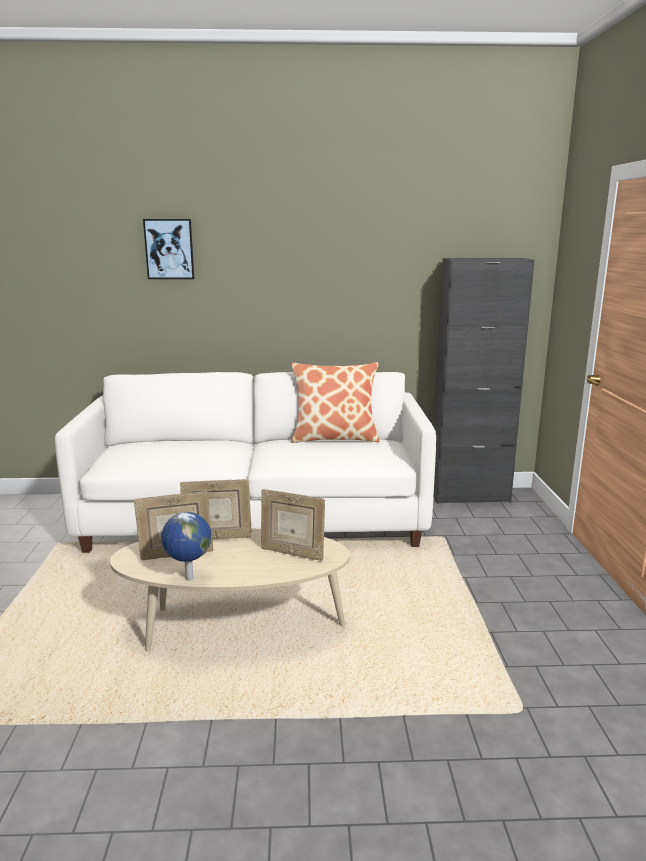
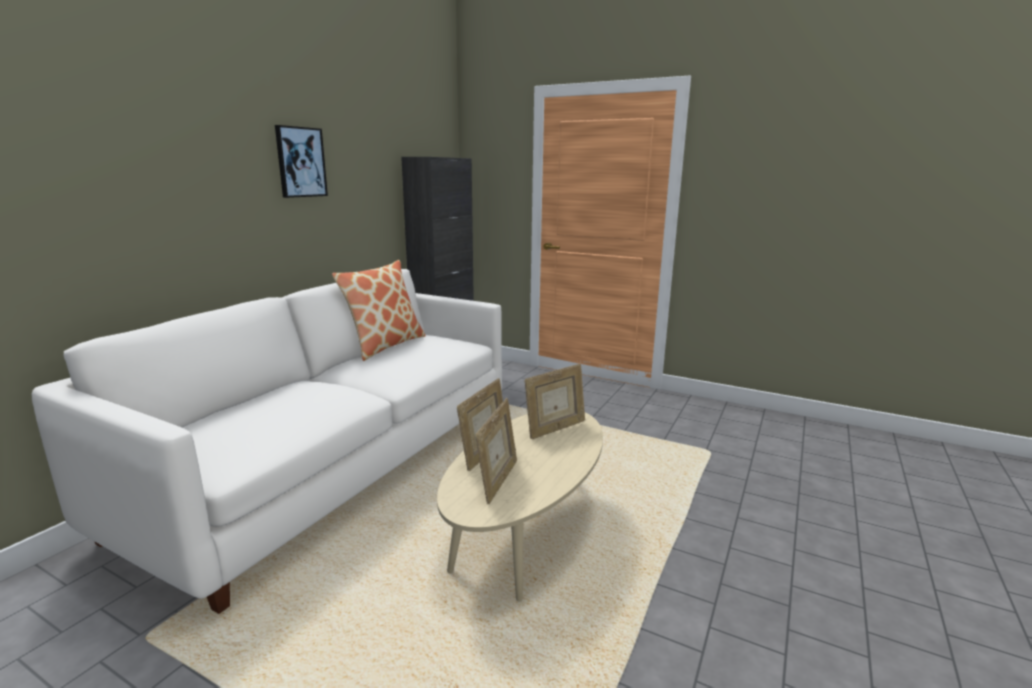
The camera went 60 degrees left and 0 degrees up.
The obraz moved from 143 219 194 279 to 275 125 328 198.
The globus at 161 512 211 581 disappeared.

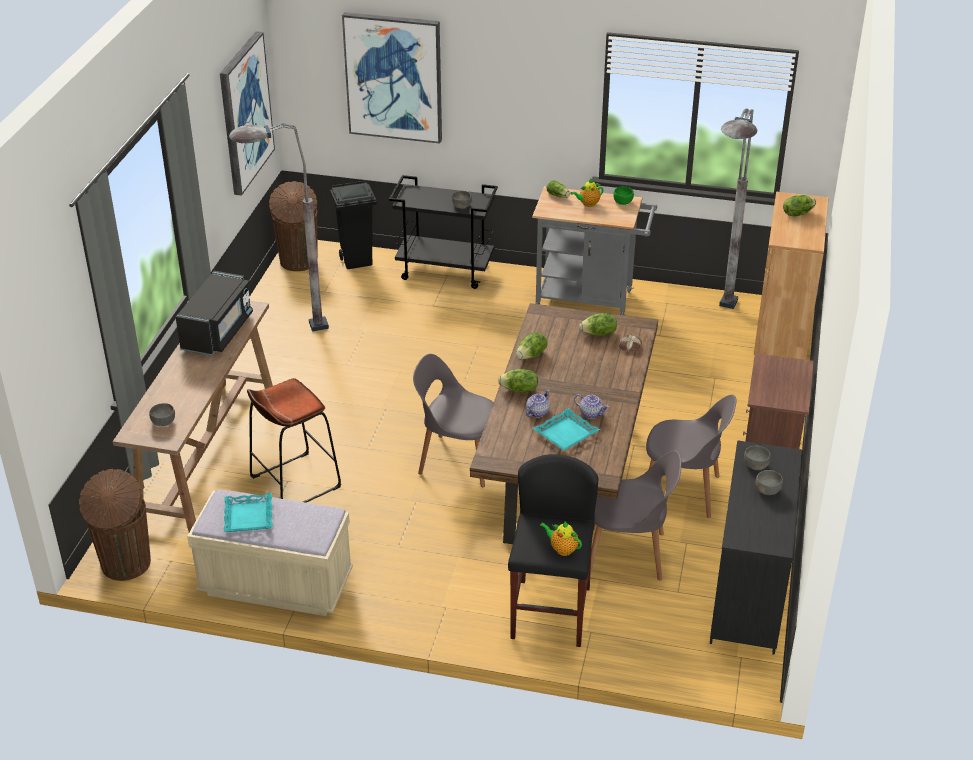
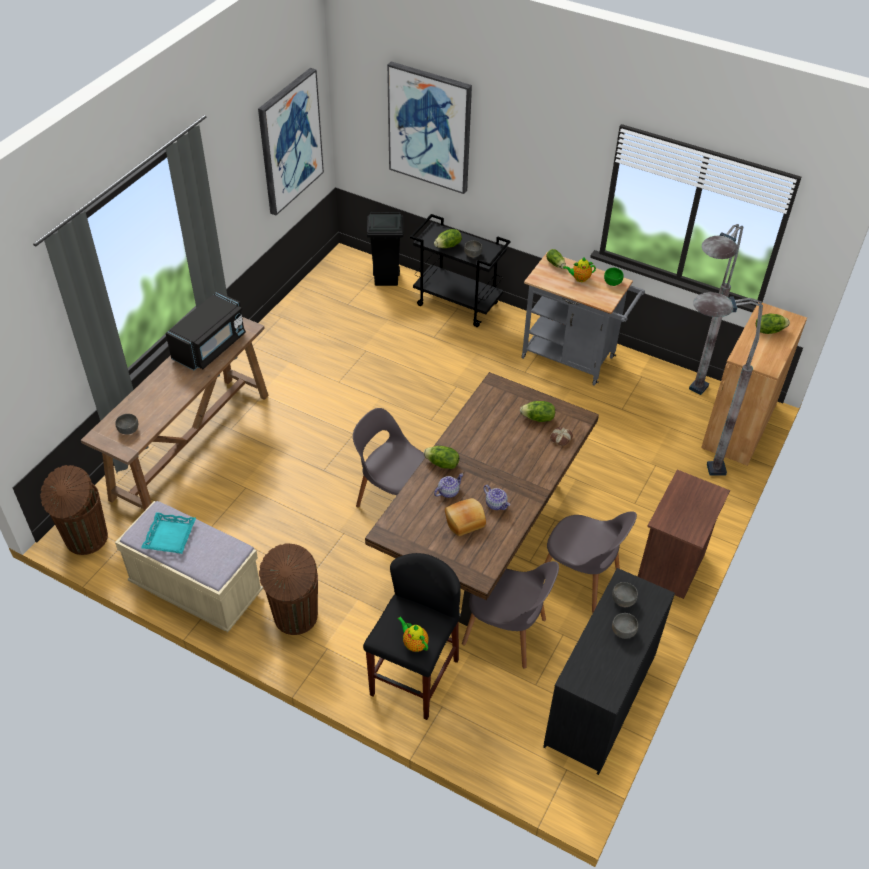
The camera went 15 degrees right and 10 degrees up.
The lampa stojąca [szary] moved from 229 123 329 332 to 693 292 763 476.
The stołek [brązowy] at 247 378 341 503 disappeared.
The kosz na śmieci [brązowy] moved from 269 181 317 271 to 259 543 318 635.
The sałata moved from 516 333 548 359 to 434 229 462 248.
The taca [turkusowy] at 533 408 600 451 was replaced by the chleb at 445 498 486 536.

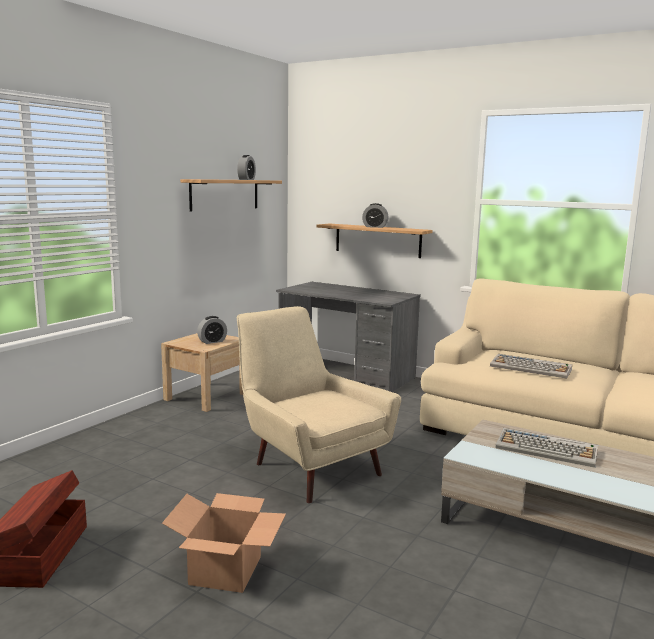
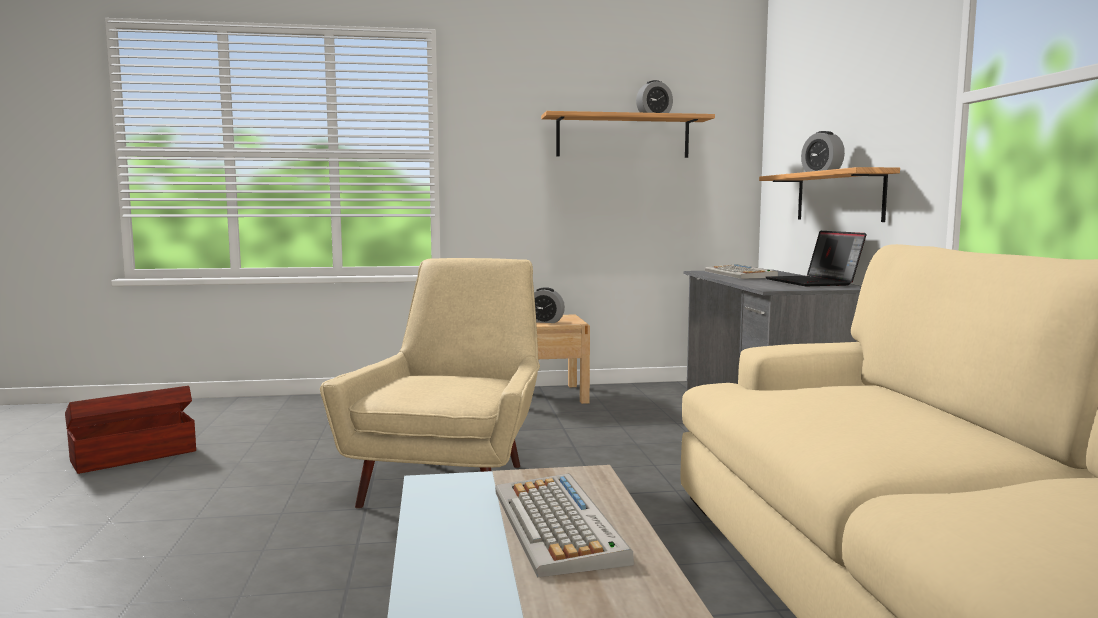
The camera went 50 degrees right and 5 degrees down.
The karton at 162 493 286 593 disappeared.
The klawiatura moved from 490 354 572 379 to 705 264 778 279.
The laptop at 766 231 867 286 appeared.

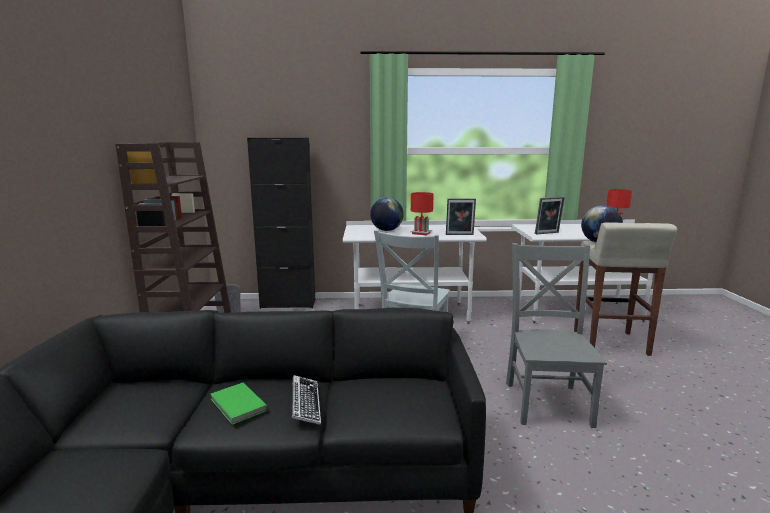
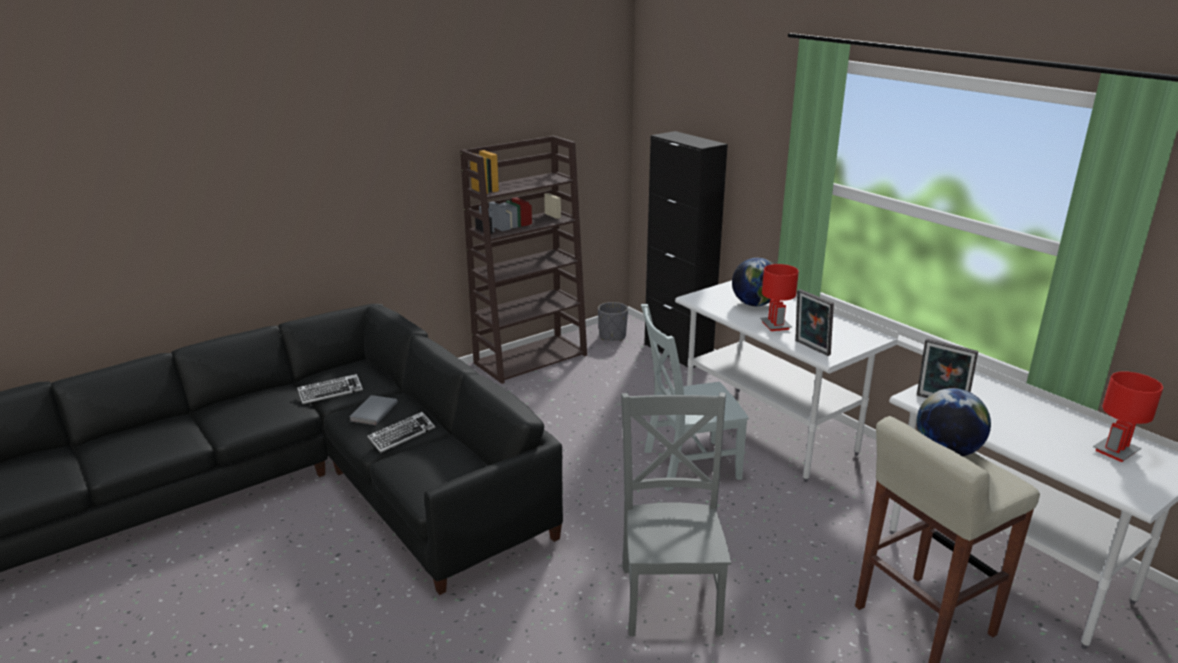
The camera went 55 degrees right and 10 degrees up.
The książka [zielony] at 211 383 268 425 became the książka [szary] at 349 395 398 425.
The krzesło [szary] at 506 243 607 428 turned 60 degrees counterclockwise.
The klawiatura at 297 374 363 404 appeared.

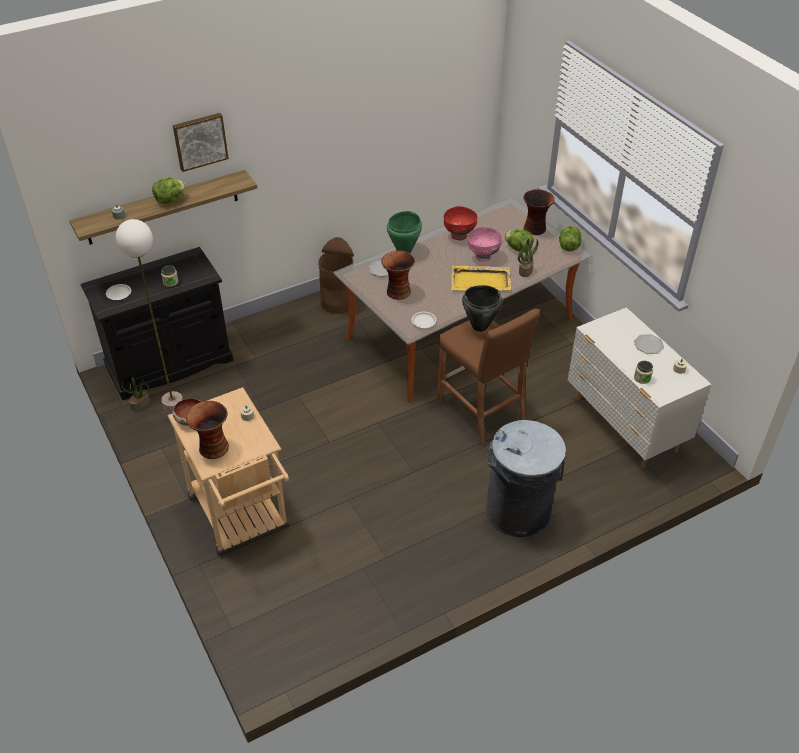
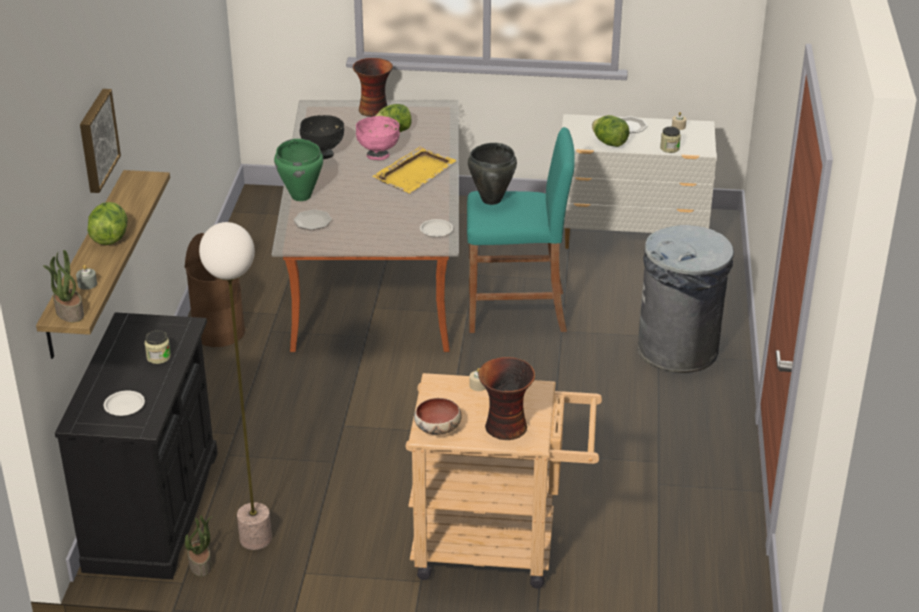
The camera went 55 degrees left and 10 degrees down.
The wazon at 381 250 415 300 disappeared.
The stołek [brązowy] at 437 308 540 446 became the stołek [turkusowy] at 467 127 575 333.
The miska [czerwony] at 443 206 478 240 became the miska [czarny] at 300 115 344 159.
The roślina doniczkowa moved from 518 238 538 277 to 43 250 84 322.
The sałata moved from 559 226 582 251 to 592 115 629 147.

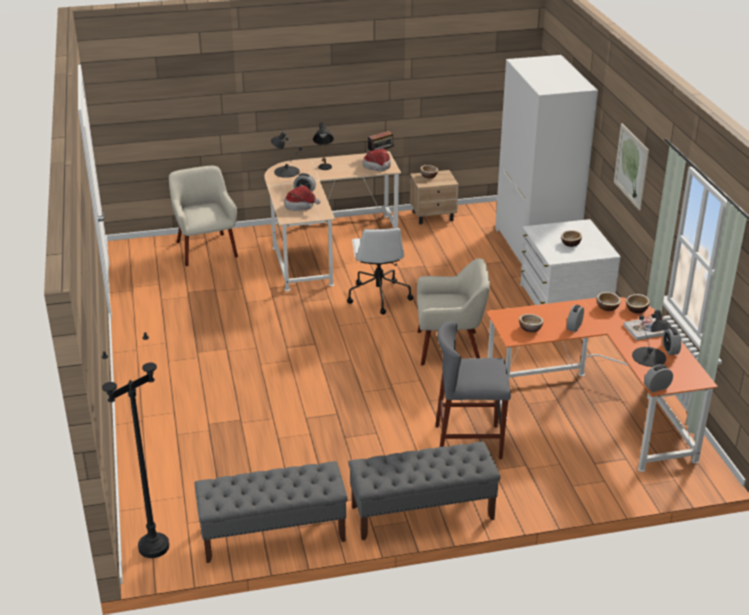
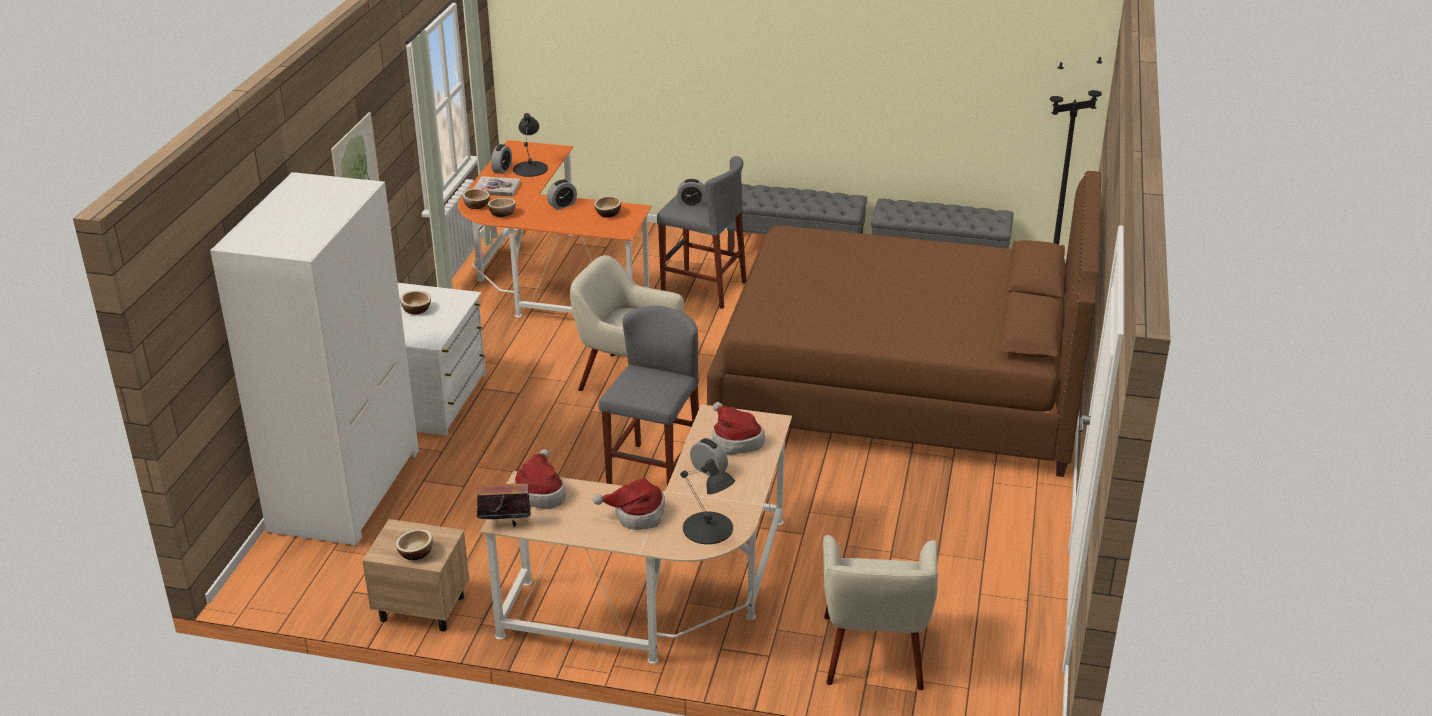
The camera went 155 degrees left and 0 degrees up.
The lampa stołowa [czarny] at 313 122 334 170 was replaced by the kapelusz at 593 478 665 530.
The krzesło biurowe [biały] at 347 227 413 314 was replaced by the stołek [szary] at 598 306 699 486.
The budzik moved from 644 364 673 392 to 677 179 706 207.
The łóżko [brązowy] at 707 171 1101 477 appeared.

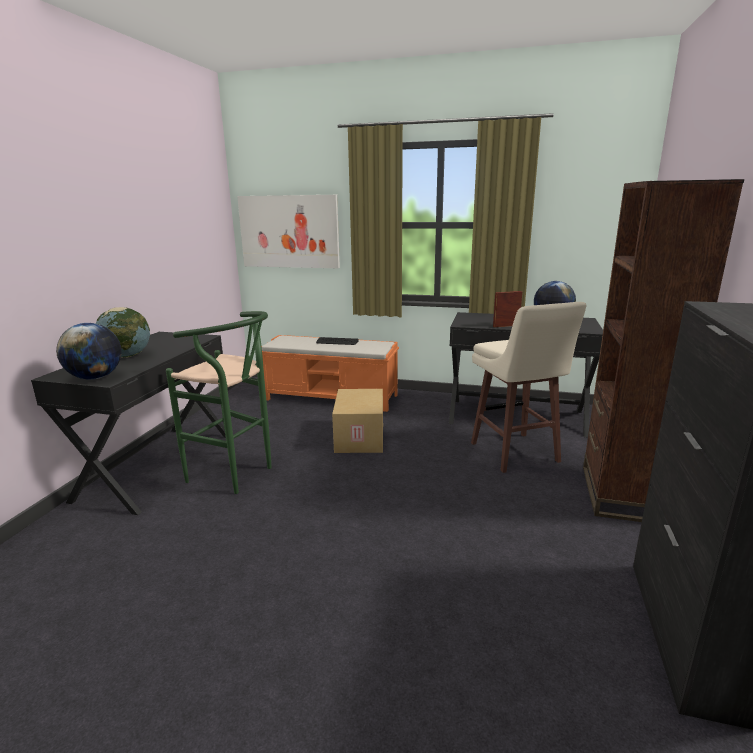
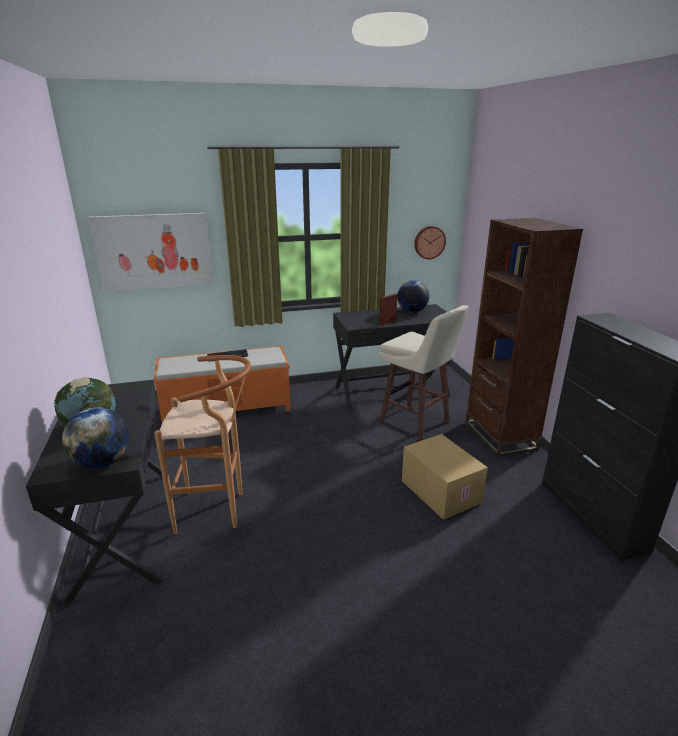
The camera went 30 degrees left and 5 degrees up.
The stołek [zielony] at 166 311 272 494 became the stołek [brązowy] at 154 355 251 535.
The karton moved from 332 389 383 453 to 402 434 488 520.
The zegar ścienny at 414 226 446 259 appeared.

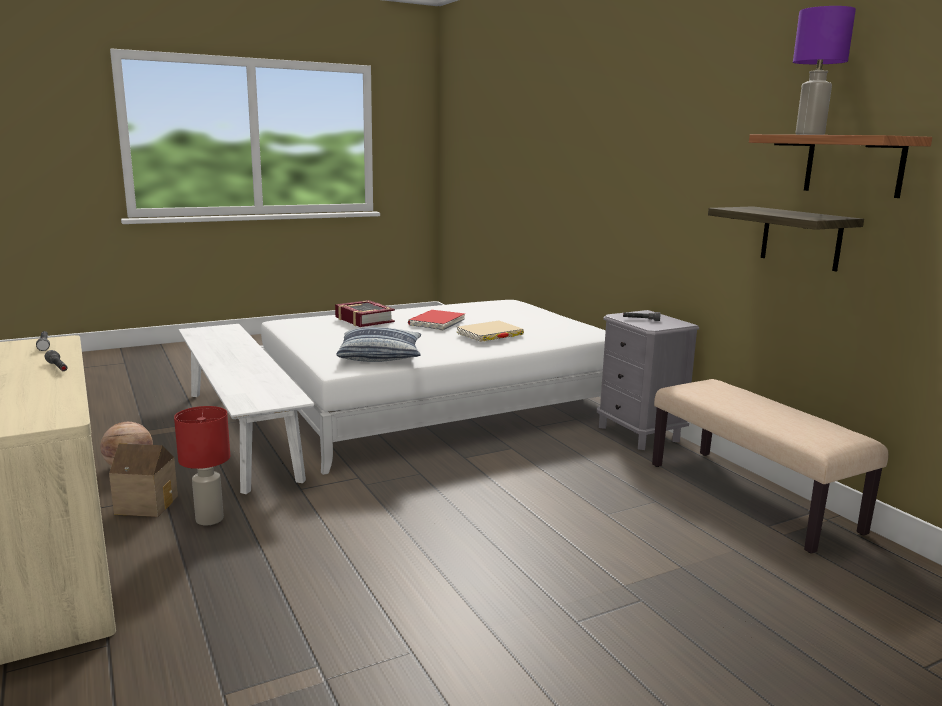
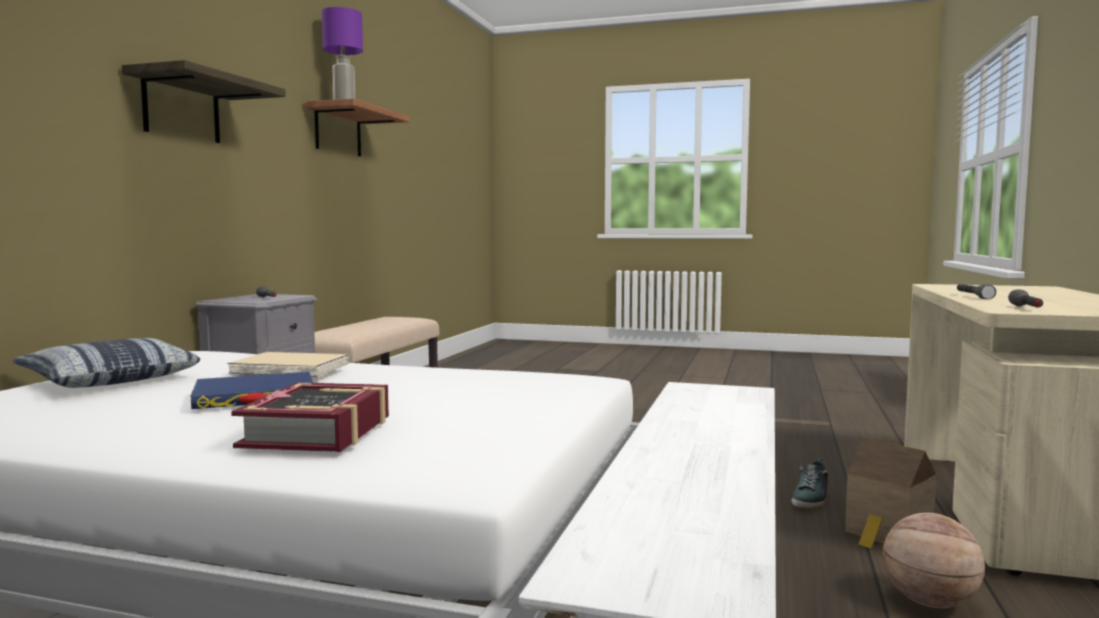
The camera went 135 degrees left and 10 degrees down.
The lampa stołowa [czerwony] at 174 406 230 525 was replaced by the but at 791 458 828 508.
The poduszka moved from 337 327 421 362 to 13 338 200 388.
The książka [czerwony] at 408 310 465 331 became the książka [niebieski] at 190 372 313 409.
The półka moved from 708 206 864 271 to 122 60 286 143.

